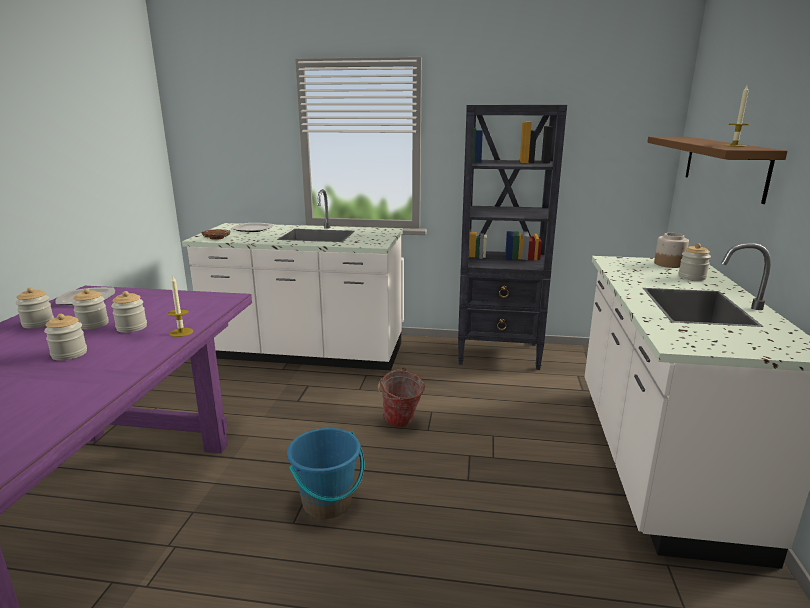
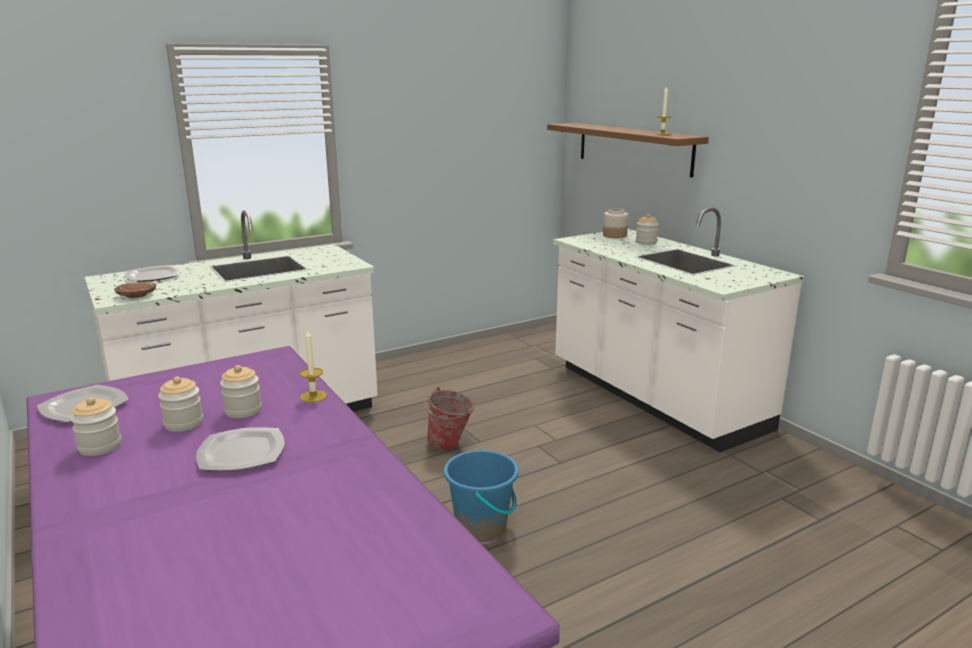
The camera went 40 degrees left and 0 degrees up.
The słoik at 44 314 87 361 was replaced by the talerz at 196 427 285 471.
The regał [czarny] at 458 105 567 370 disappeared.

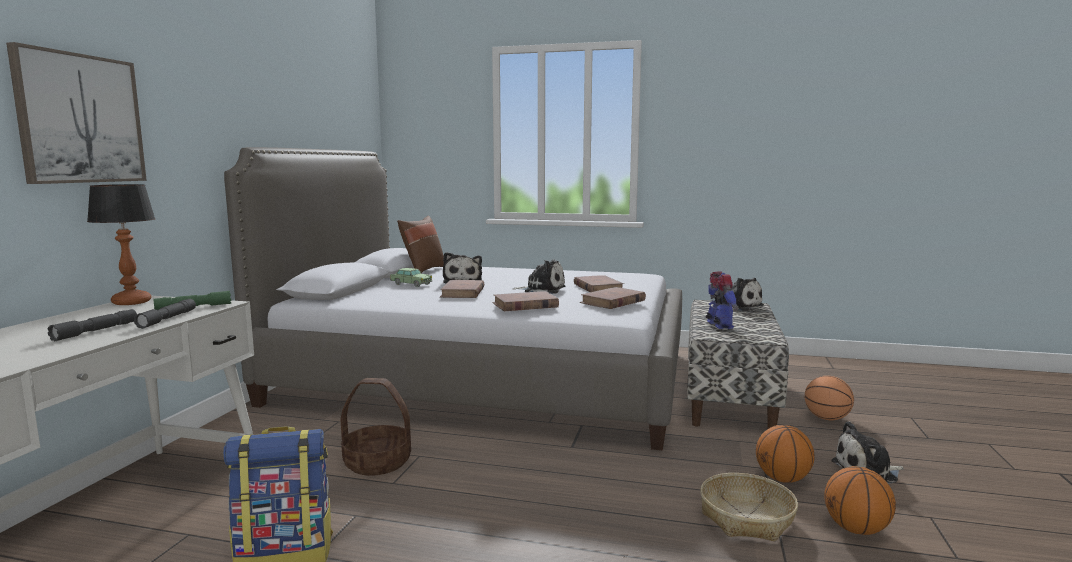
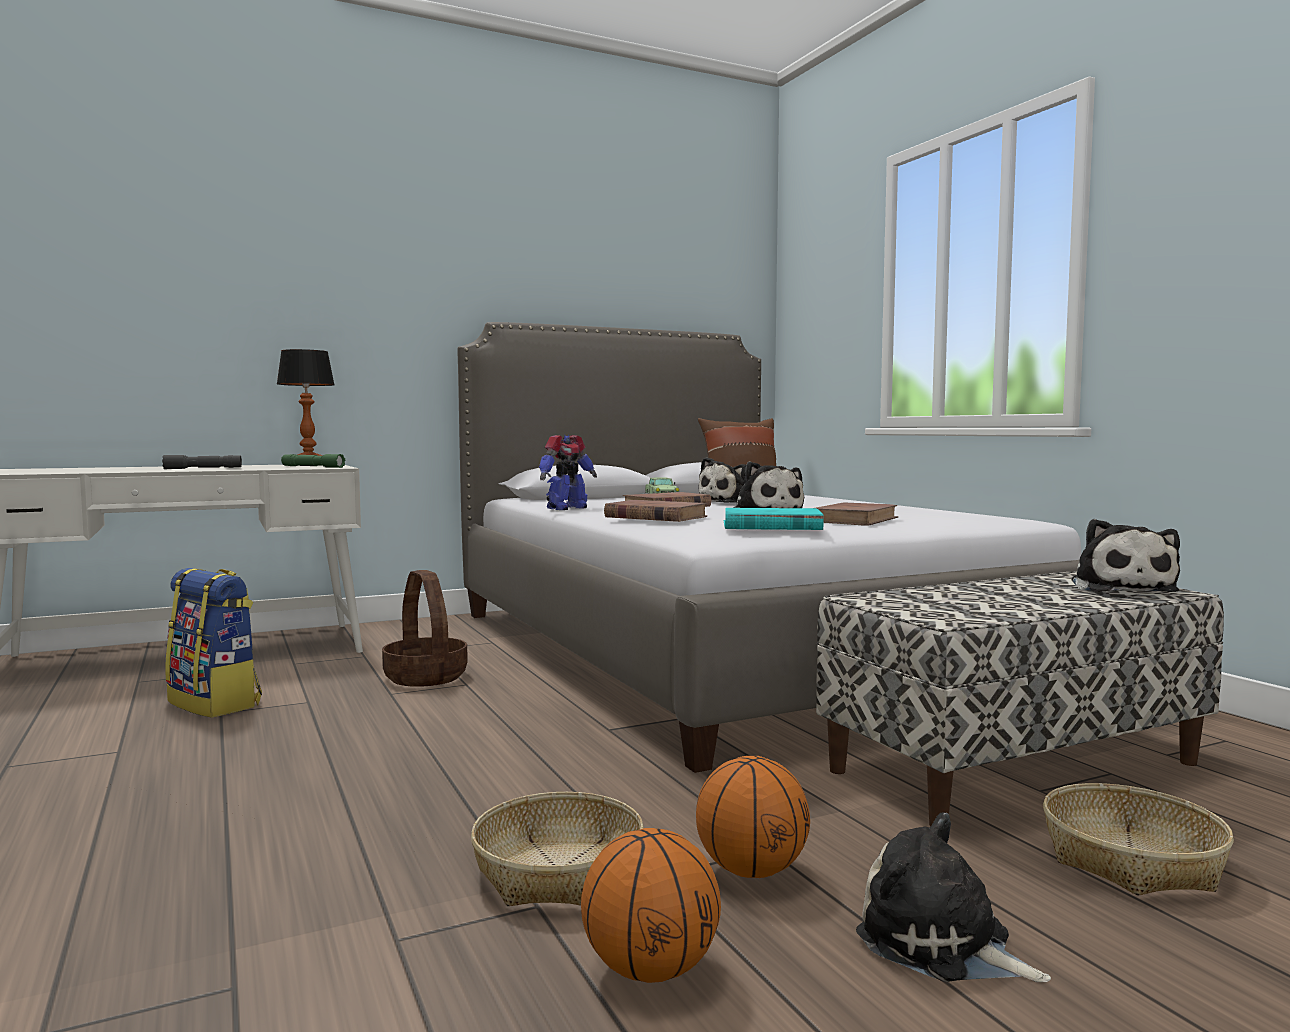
The camera went 50 degrees right and 5 degrees down.
The obraz at 6 42 147 184 disappeared.
The latarka [szary] at 134 299 196 329 disappeared.
The książka [brązowy] at 580 287 646 309 became the książka [turkusowy] at 724 508 824 530.
The robot zabawkowy moved from 706 271 738 329 to 539 434 597 510.
The piłka do koszykówki at 804 376 854 420 was replaced by the koszyk at 1043 783 1234 895.

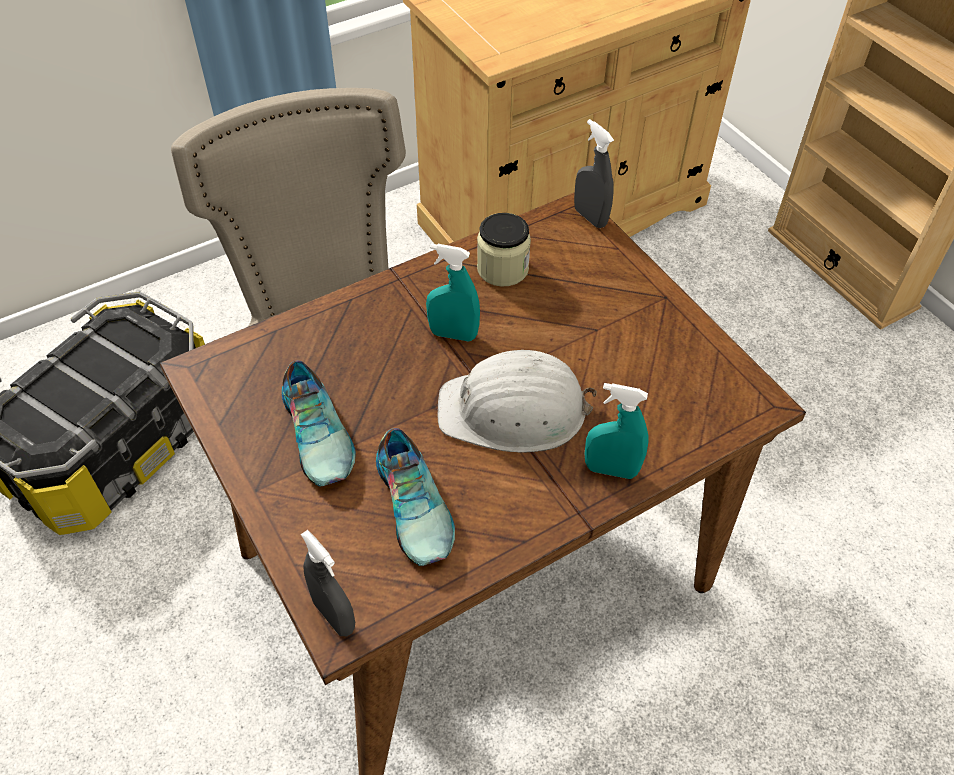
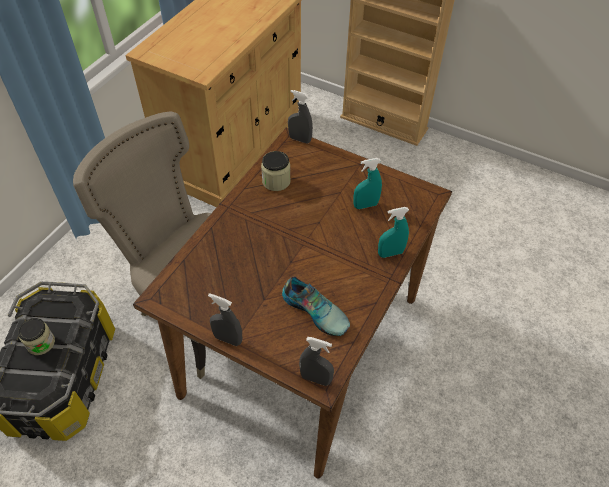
The camera went 30 degrees left and 0 degrees up.
The but at 282 361 356 486 disappeared.
The spryskiwacz [turkusowy] moved from 426 244 480 342 to 354 158 382 209.
The kask [biały] at 438 350 597 453 disappeared.
The słoik at 18 318 55 355 appeared.
The spryskiwacz [szary] at 208 293 242 346 appeared.

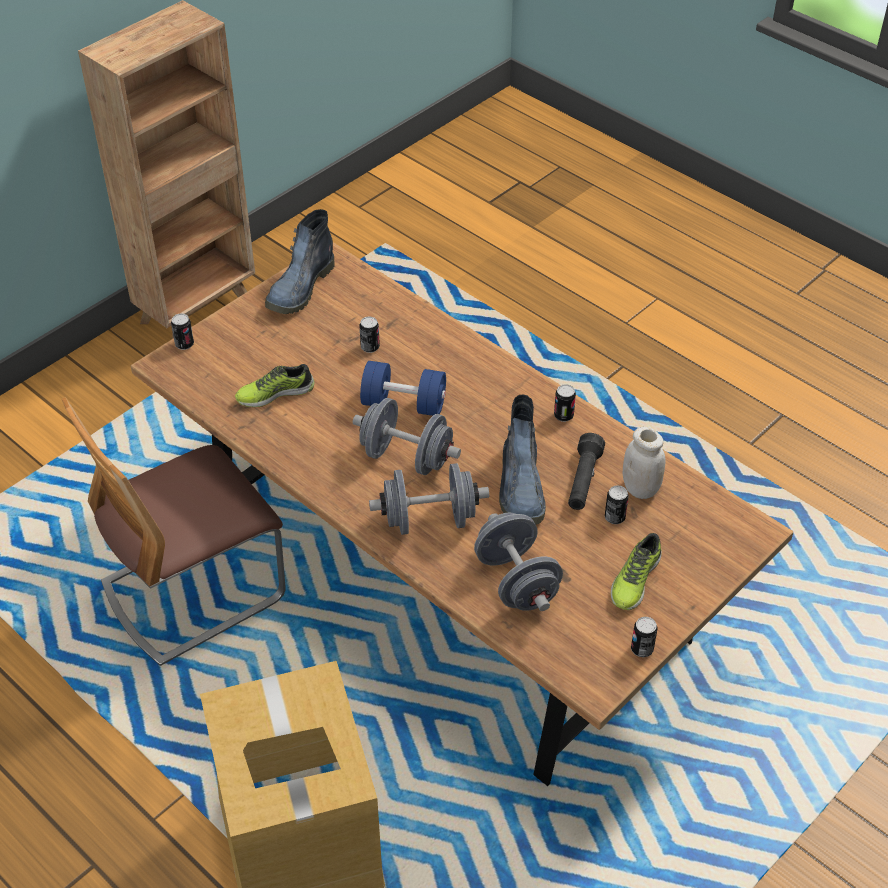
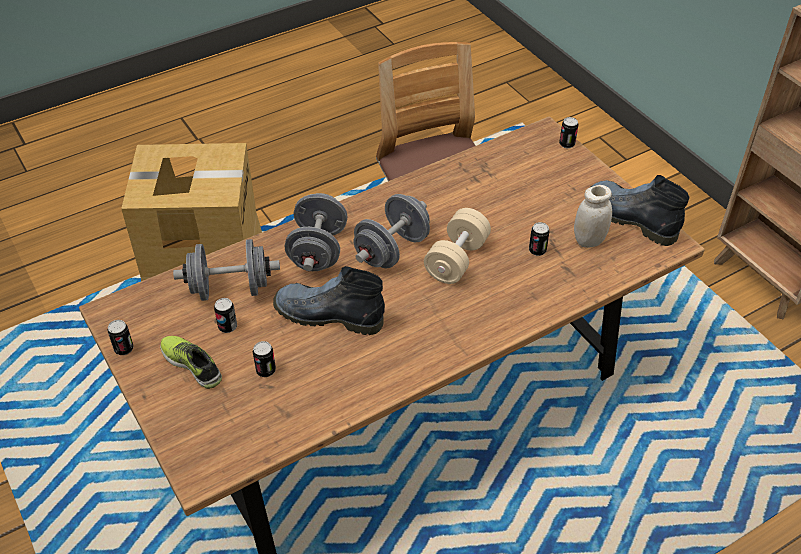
The camera went 105 degrees right and 0 degrees up.
The but at 235 364 315 407 disappeared.
The hantel [niebieski] at 360 361 446 416 became the hantel [beżowy] at 424 208 491 284.
The puszka moved from 554 384 576 422 to 214 298 237 333.
The latarka [czarny] at 568 433 605 510 disappeared.
The słoik [biały] moved from 623 427 665 499 to 574 185 612 248.

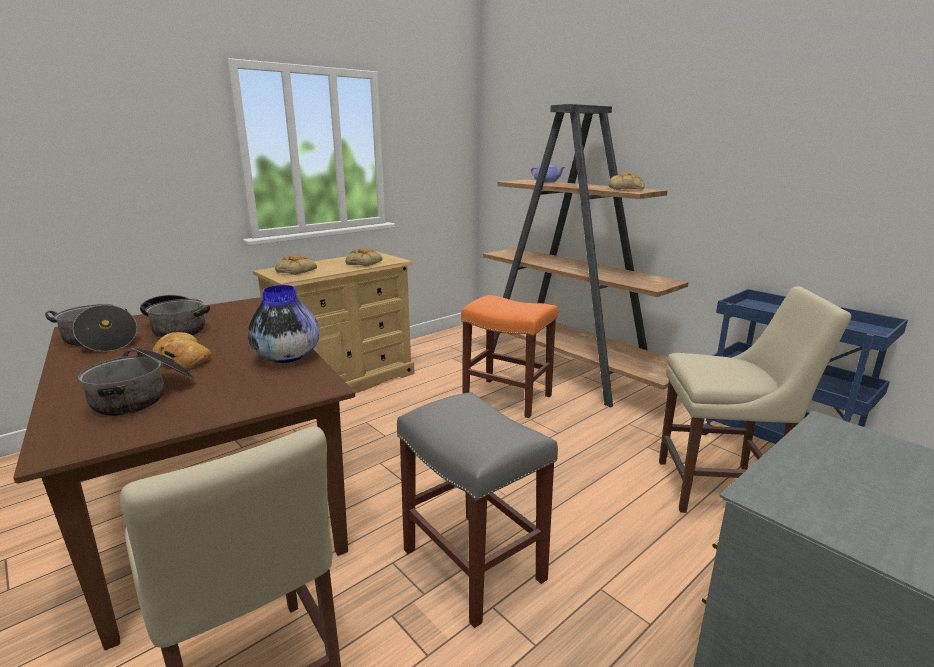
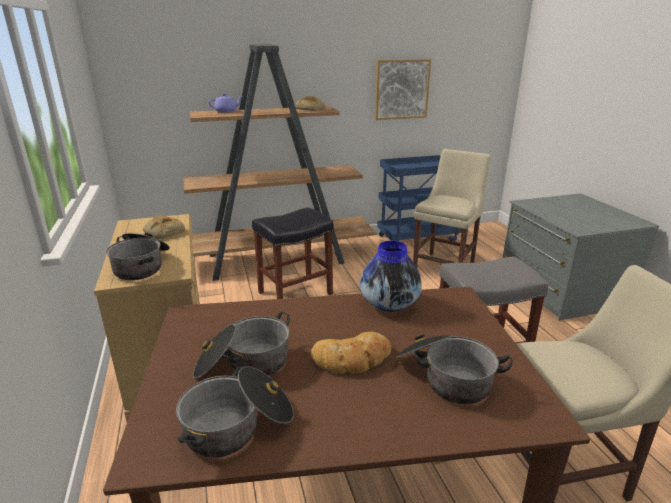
The camera went 65 degrees left and 5 degrees up.
The chleb at 275 255 317 275 was replaced by the garnek at 106 233 170 280.
The stołek [pomarańczowy] at 461 295 558 418 became the stołek [czarny] at 252 208 334 299.
The obraz at 375 59 431 120 appeared.

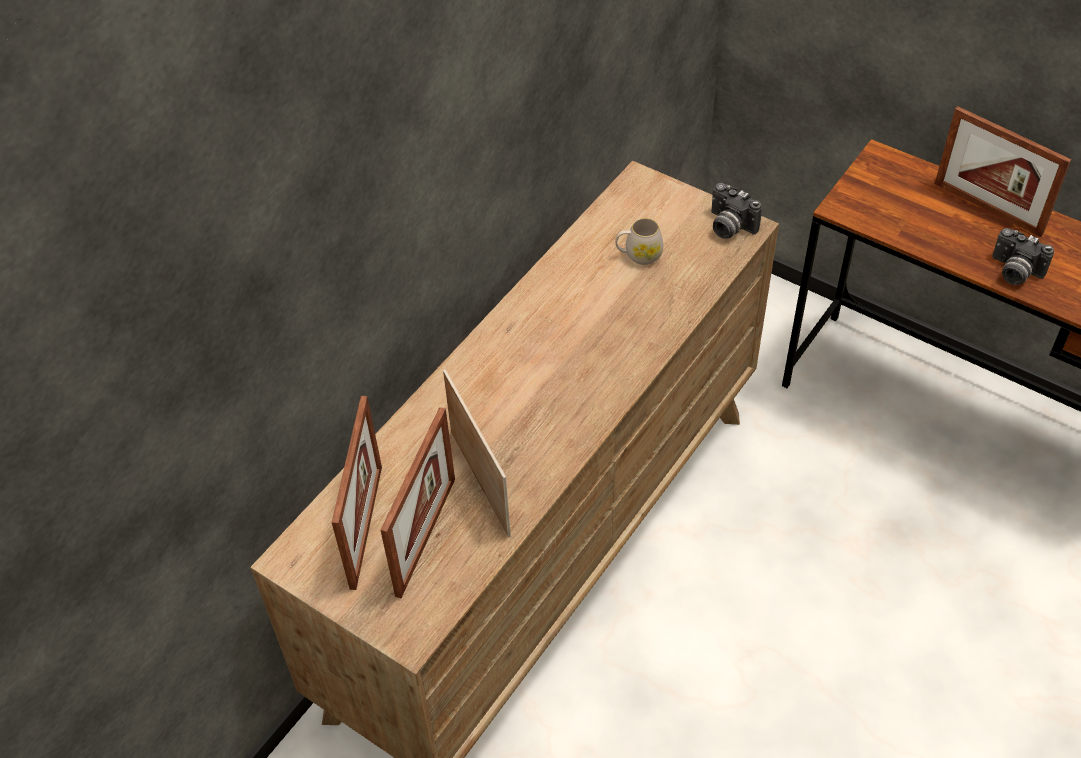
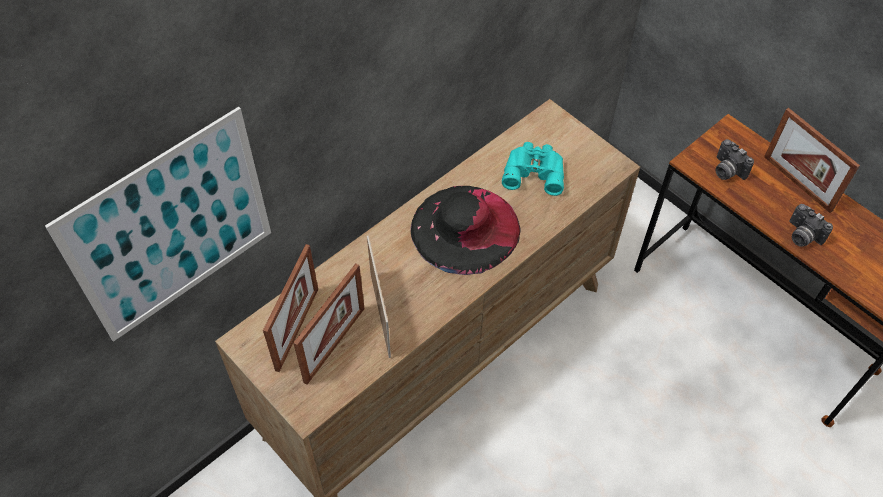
The camera went 10 degrees right and 5 degrees up.
The kubek [biały] at 615 218 663 265 was replaced by the lornetka [turkusowy] at 502 142 564 196.
The aparat fotograficzny moved from 711 183 762 239 to 715 139 754 180.
The obraz at 45 107 271 342 appeared.
The kapelusz [czarny] at 411 186 521 275 appeared.

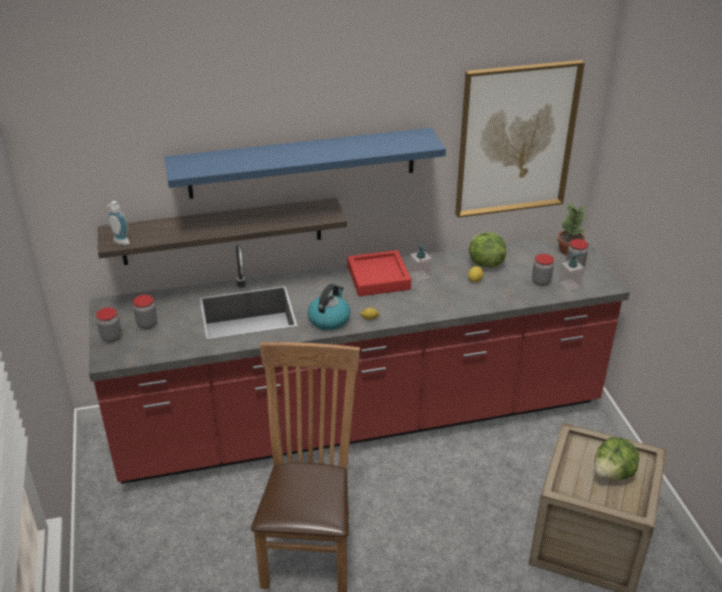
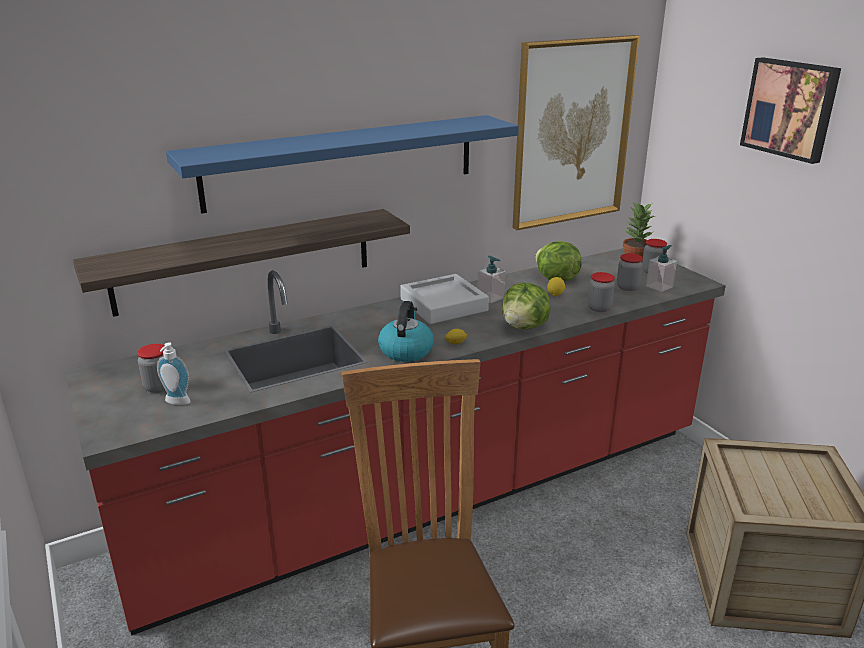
The camera went 15 degrees left and 10 degrees down.
The słoik moved from 96 307 122 342 to 588 272 615 312.
The dozownik mydła moved from 107 201 130 245 to 157 343 191 405.
The taca [czerwony] at 347 250 411 296 became the taca [szary] at 400 274 489 324.
The sałata moved from 595 437 639 481 to 502 283 551 329.
The obraz at 740 57 841 164 appeared.

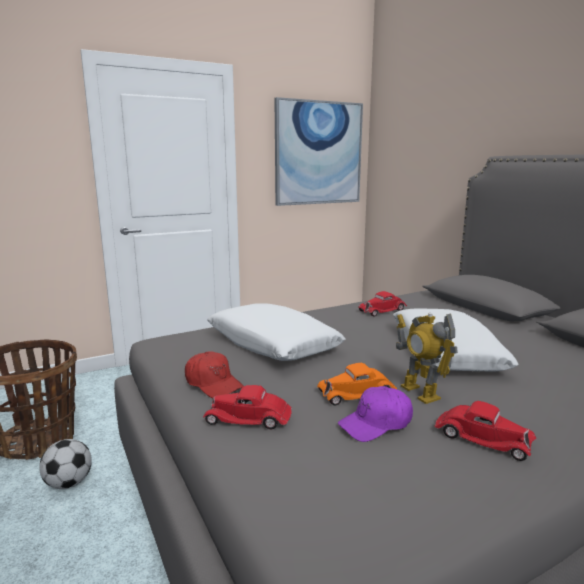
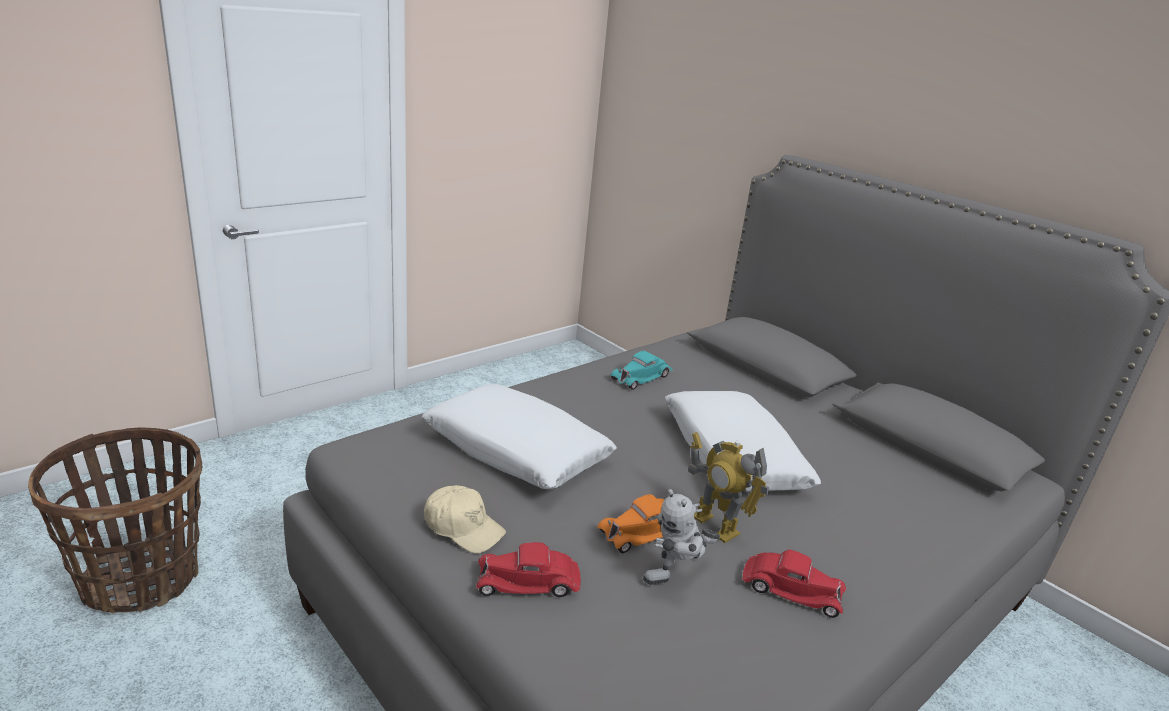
The camera went 15 degrees left and 10 degrees up.
The piłka futbolowa at 39 439 92 489 disappeared.
The czapka z daszkiem [czerwony] at 185 351 244 398 became the czapka z daszkiem [beżowy] at 424 485 506 553.
The obraz at 274 97 363 206 disappeared.
The czapka z daszkiem [fioletowy] at 338 386 413 442 was replaced by the robot zabawkowy at 643 489 720 585.
The samochodzik [czerwony] at 358 291 407 316 became the samochodzik [turkusowy] at 611 351 672 390.

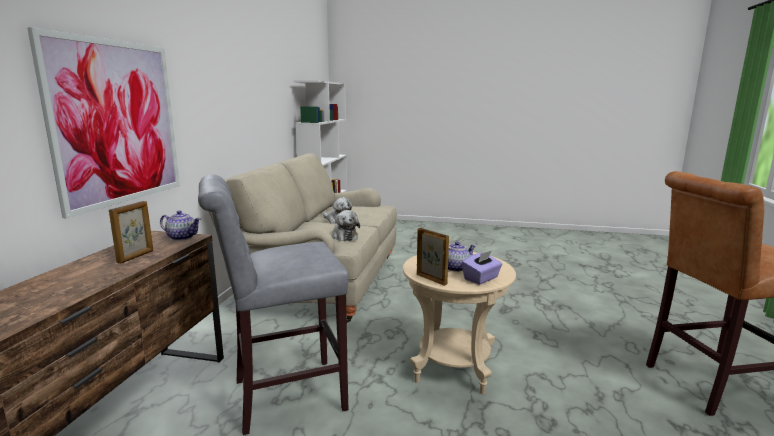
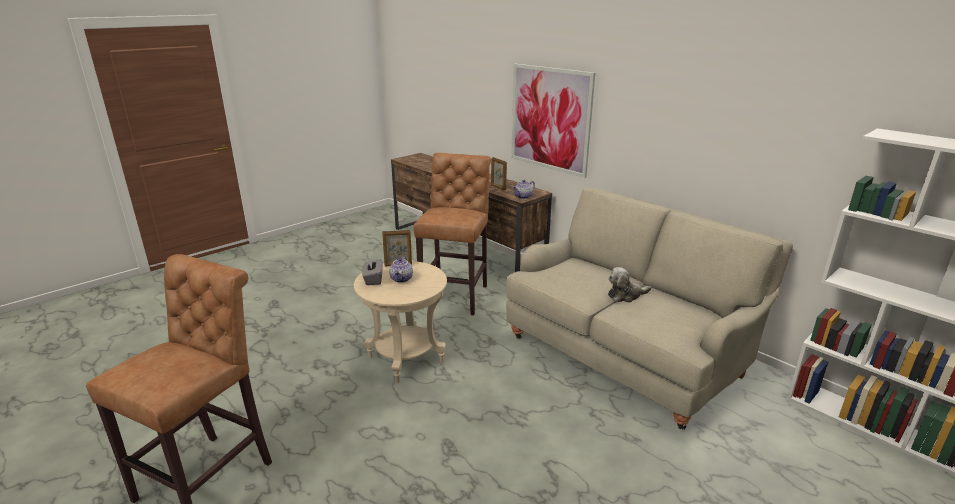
The camera went 125 degrees right and 10 degrees up.
The stołek [szary] at 198 174 349 435 became the stołek [brązowy] at 413 153 491 315.
The pluszak at 332 210 360 241 disappeared.
The pudełko chusteczek [fioletowy] at 462 251 503 285 became the pudełko chusteczek [szary] at 362 257 382 285.

